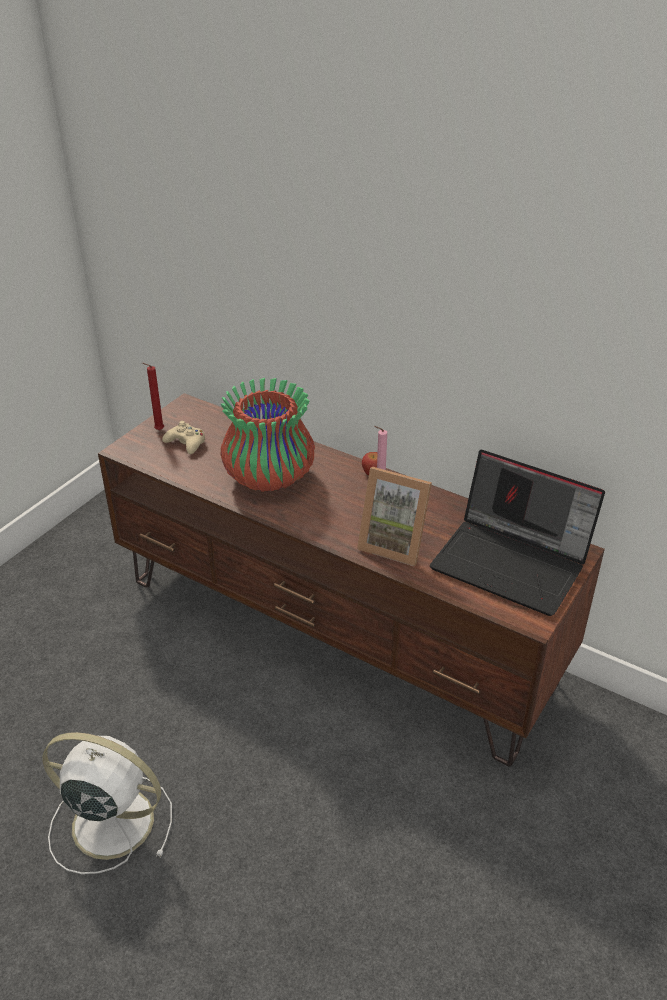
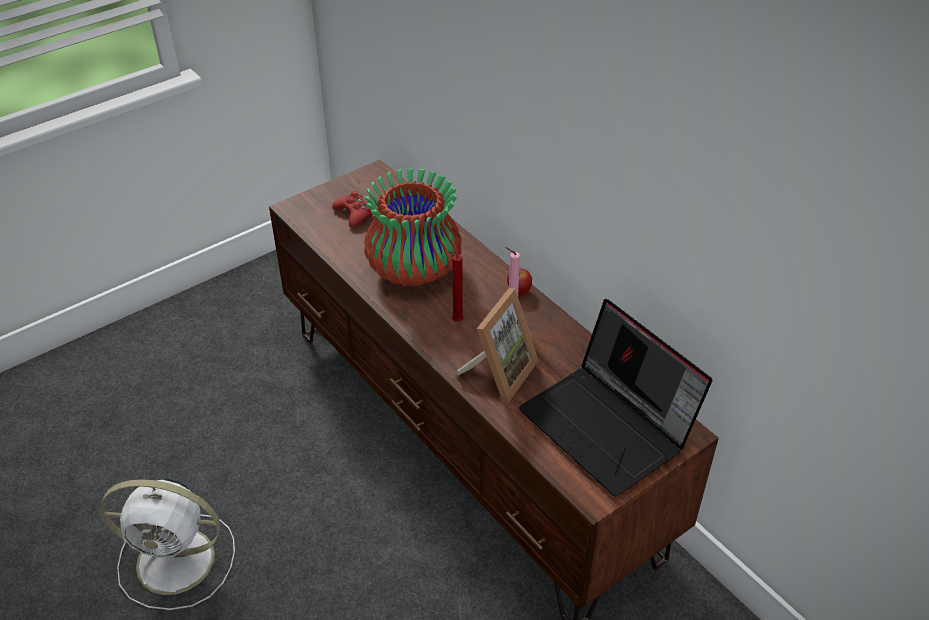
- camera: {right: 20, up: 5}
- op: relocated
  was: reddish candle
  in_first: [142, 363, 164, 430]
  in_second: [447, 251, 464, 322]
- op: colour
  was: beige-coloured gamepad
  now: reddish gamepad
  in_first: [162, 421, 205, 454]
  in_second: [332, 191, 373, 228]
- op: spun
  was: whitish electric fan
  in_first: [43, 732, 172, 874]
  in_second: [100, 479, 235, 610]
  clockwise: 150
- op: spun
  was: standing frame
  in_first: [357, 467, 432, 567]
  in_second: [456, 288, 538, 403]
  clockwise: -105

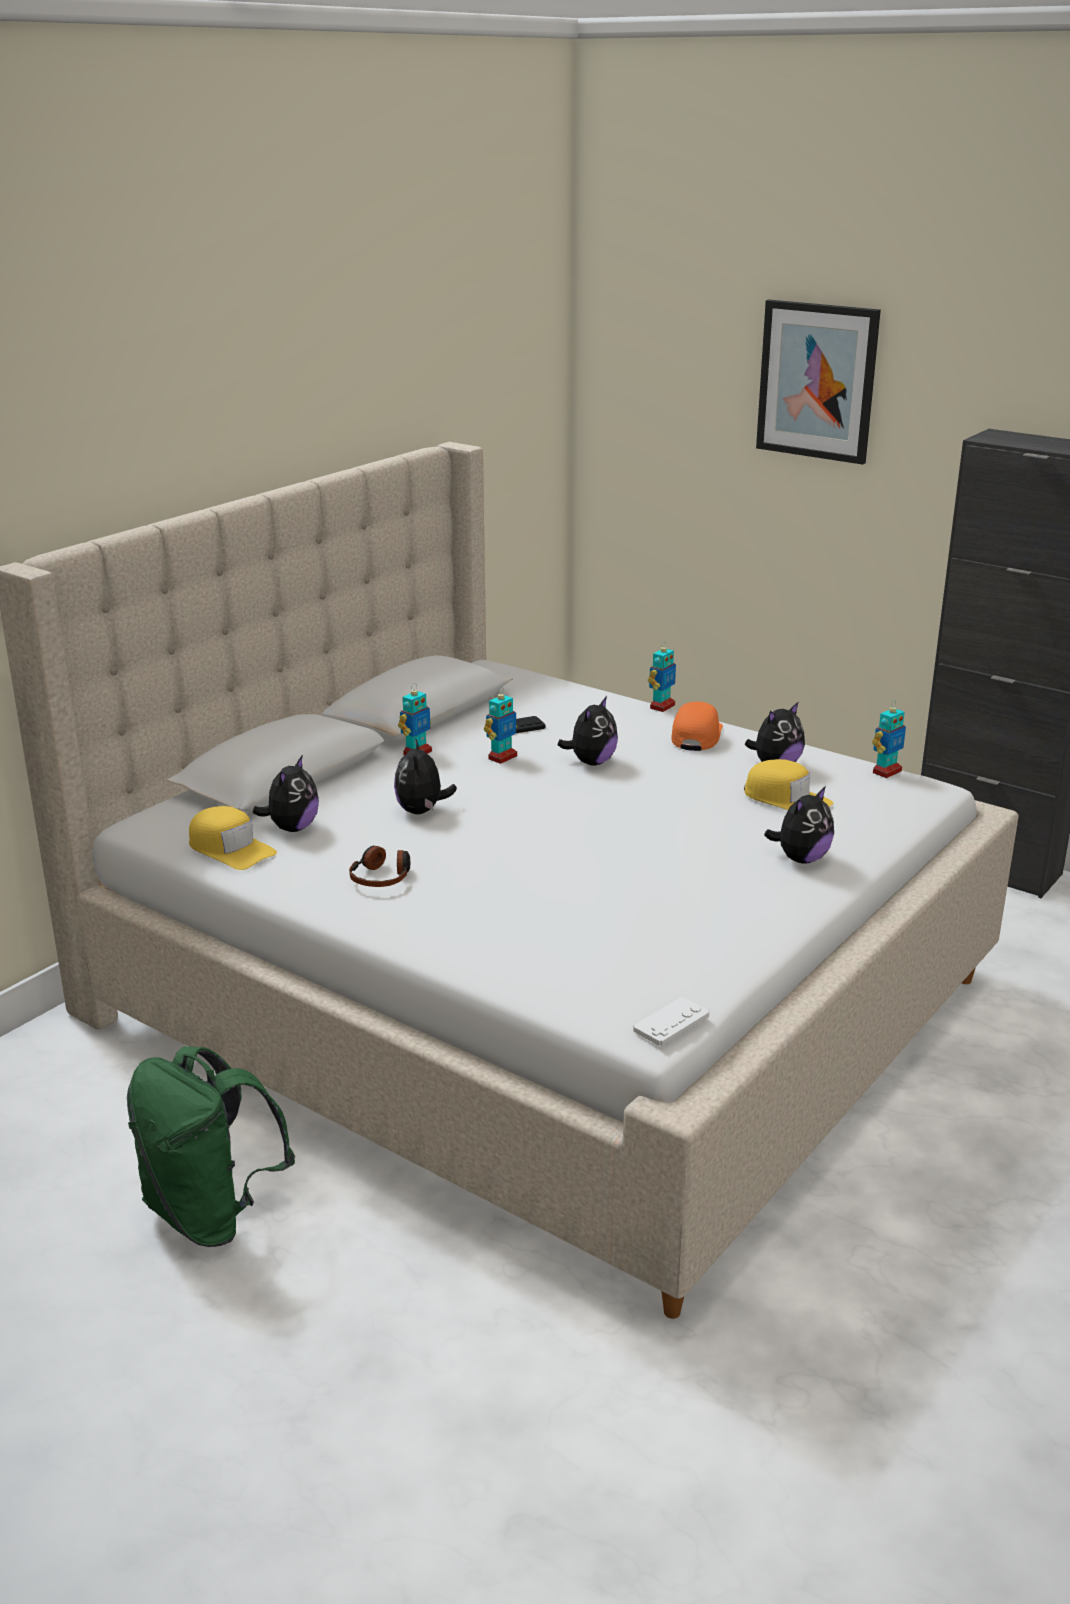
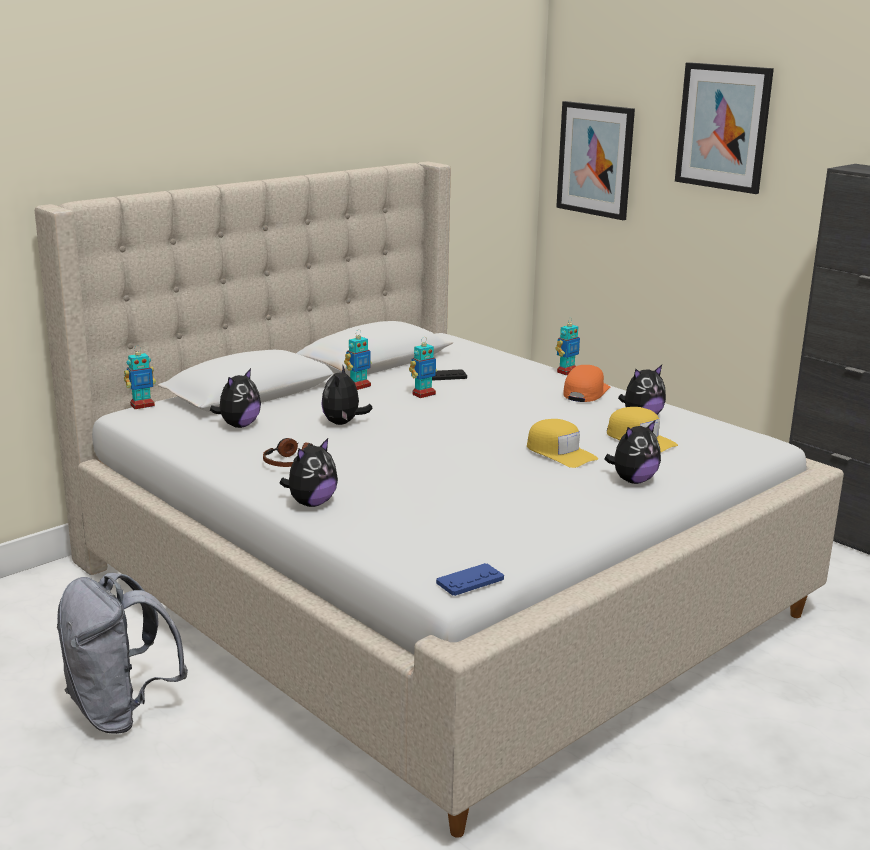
- camera: {right: 10, up: -5}
- op: appeared
  now: wall art
  in_second: [556, 101, 635, 220]
- op: relocated
  was: yellow-coloured baseball cap
  in_first: [189, 806, 277, 870]
  in_second: [527, 419, 598, 468]
- op: relocated
  was: soft toy
  in_first: [557, 696, 618, 766]
  in_second: [280, 438, 338, 507]
- op: relocated
  was: toy robot
  in_first: [872, 700, 906, 778]
  in_second: [124, 351, 156, 409]
- op: colour
  was: green backpack
  now: greyish backpack
  in_first: [127, 1046, 295, 1247]
  in_second: [57, 573, 188, 734]
- op: colour
  was: whitish gamepad
  now: blue gamepad
  in_first: [633, 997, 709, 1046]
  in_second: [436, 563, 504, 596]

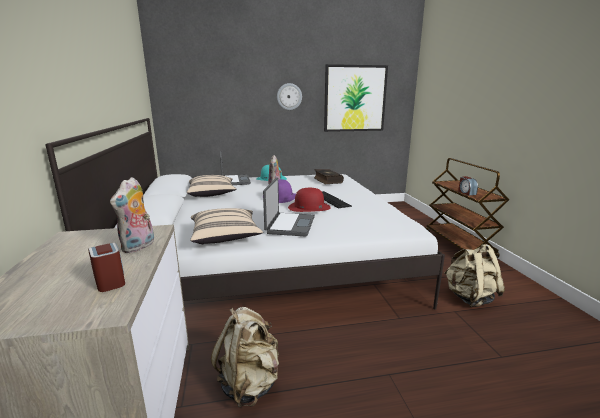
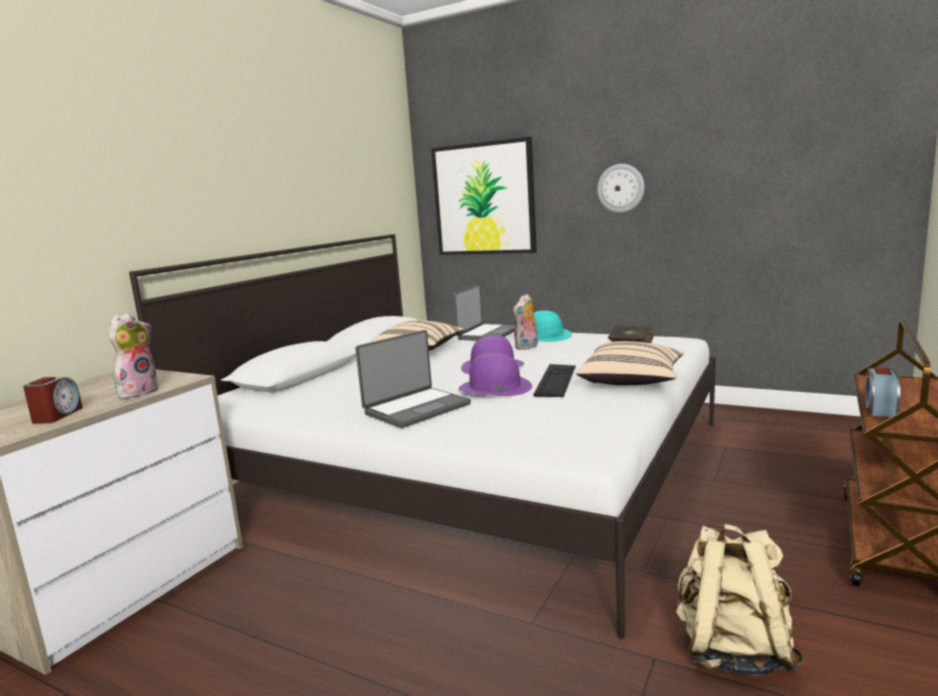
- camera: {right: 40, up: -5}
- op: missing
  was: beige-coloured backpack
  in_first: [211, 307, 279, 407]
- op: relocated
  was: beige-coloured throw pillow
  in_first: [190, 208, 263, 244]
  in_second: [576, 341, 684, 385]
- op: relocated
  was: wall art
  in_first: [324, 64, 388, 132]
  in_second: [431, 137, 537, 255]
- op: colour
  was: reddish wearable hat
  now: purplish wearable hat
  in_first: [288, 188, 331, 212]
  in_second: [459, 353, 532, 396]
- op: spun
  was: soft toy
  in_first: [110, 177, 154, 253]
  in_second: [109, 313, 159, 399]
  clockwise: 150

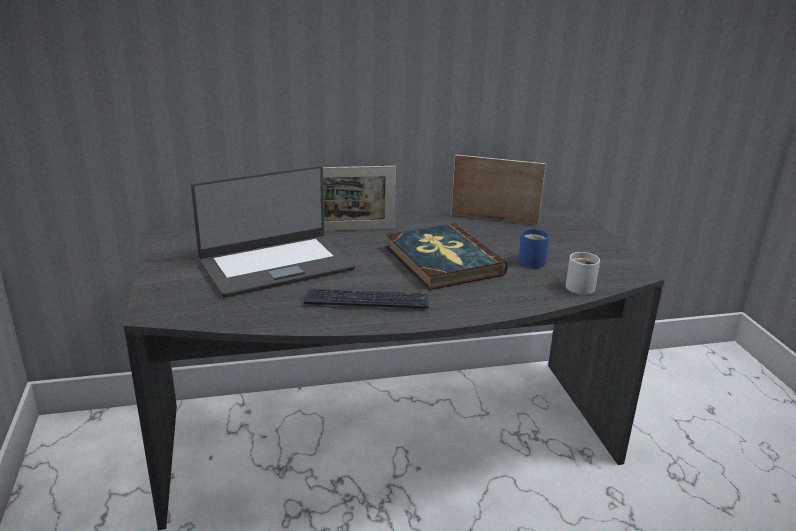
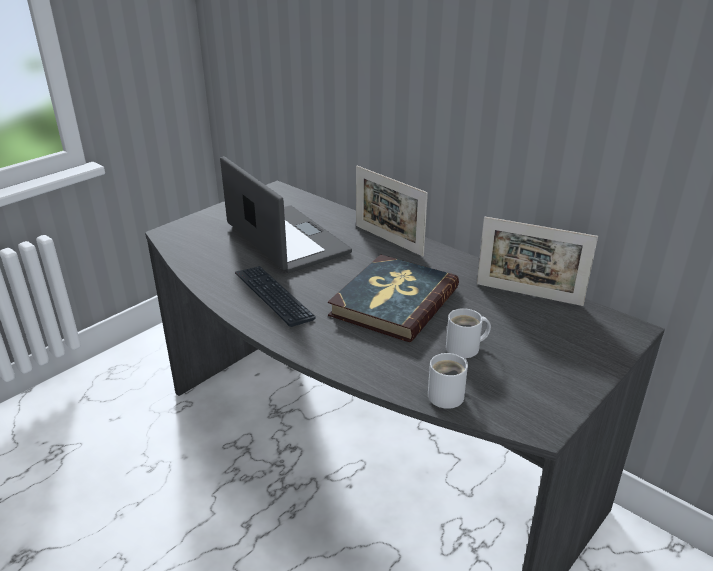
- camera: {right: 55, up: 5}
- op: colour
  was: blue coffee mug
  now: whitish coffee mug
  in_first: [518, 229, 549, 268]
  in_second: [446, 308, 491, 358]
- op: spun
  was: portable computer
  in_first: [191, 165, 355, 298]
  in_second: [220, 156, 352, 273]
  clockwise: -150
- op: spun
  was: standing frame
  in_first: [451, 154, 546, 225]
  in_second: [477, 217, 598, 306]
  clockwise: 135

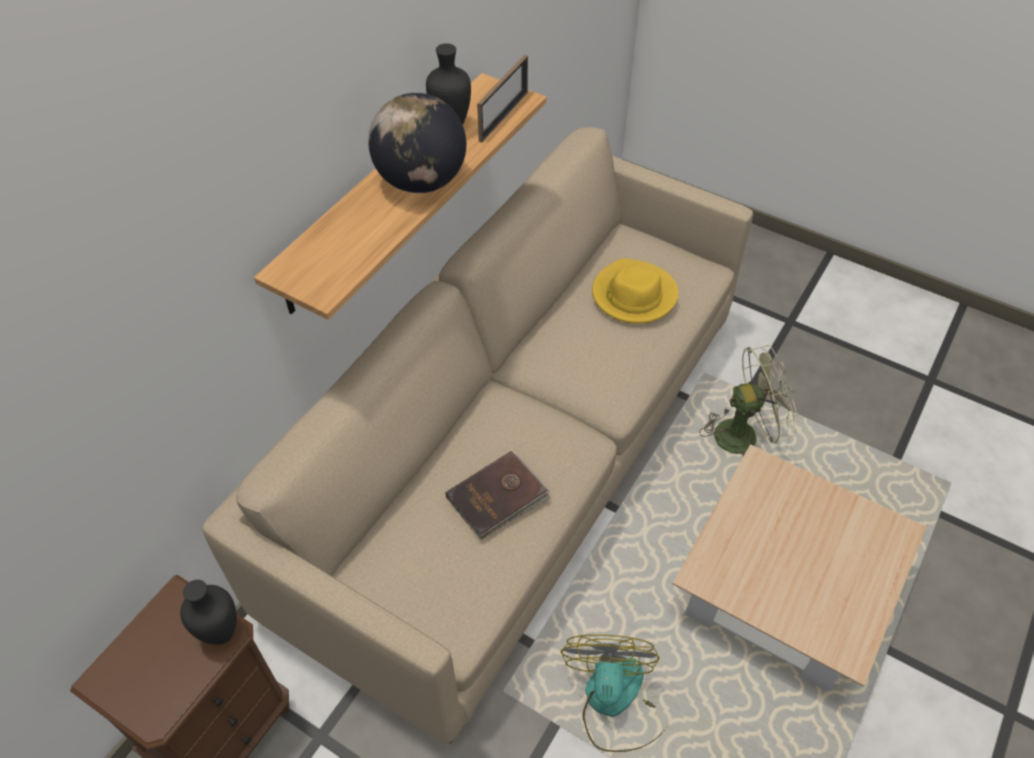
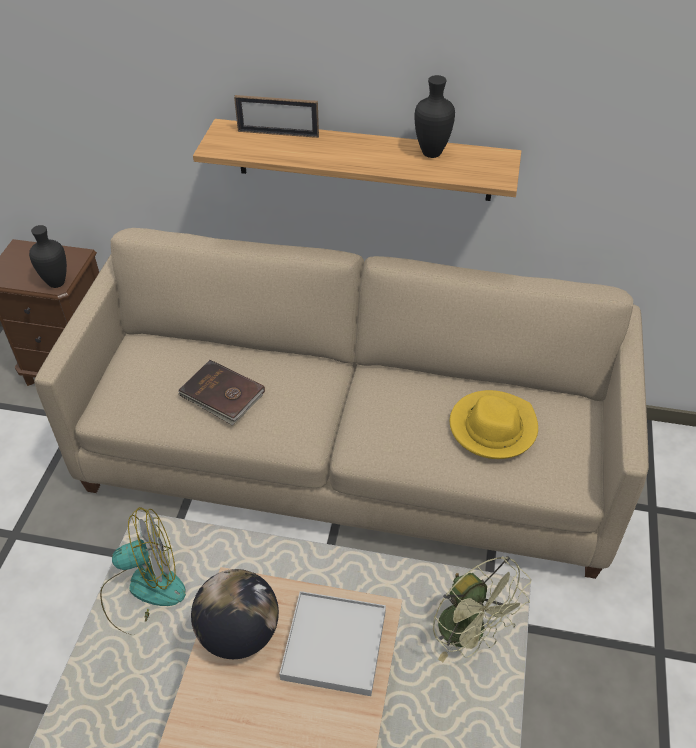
- camera: {right: 70, up: -5}
- op: appeared
  now: whitish carrying tray
  in_second: [279, 591, 386, 696]
- op: relocated
  was: desk globe
  in_first: [368, 93, 466, 193]
  in_second: [191, 569, 279, 659]
- op: relocated
  was: standing frame
  in_first: [477, 54, 528, 143]
  in_second: [234, 95, 319, 138]

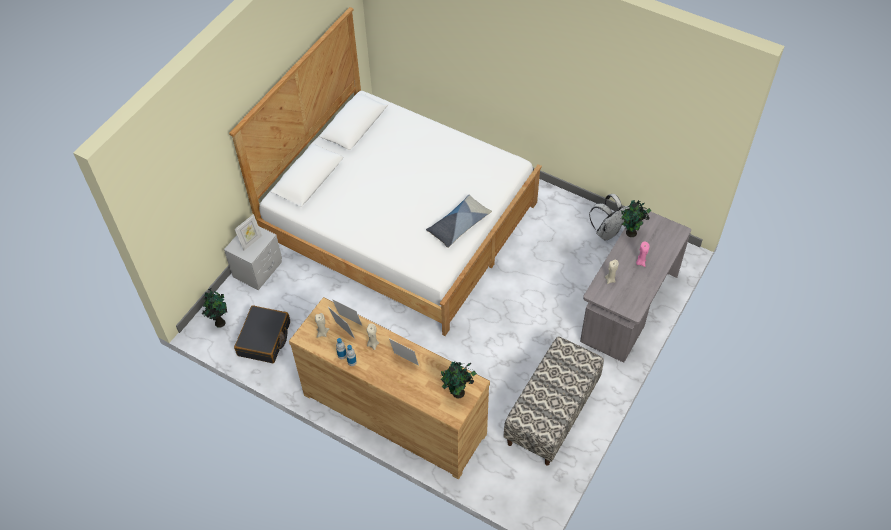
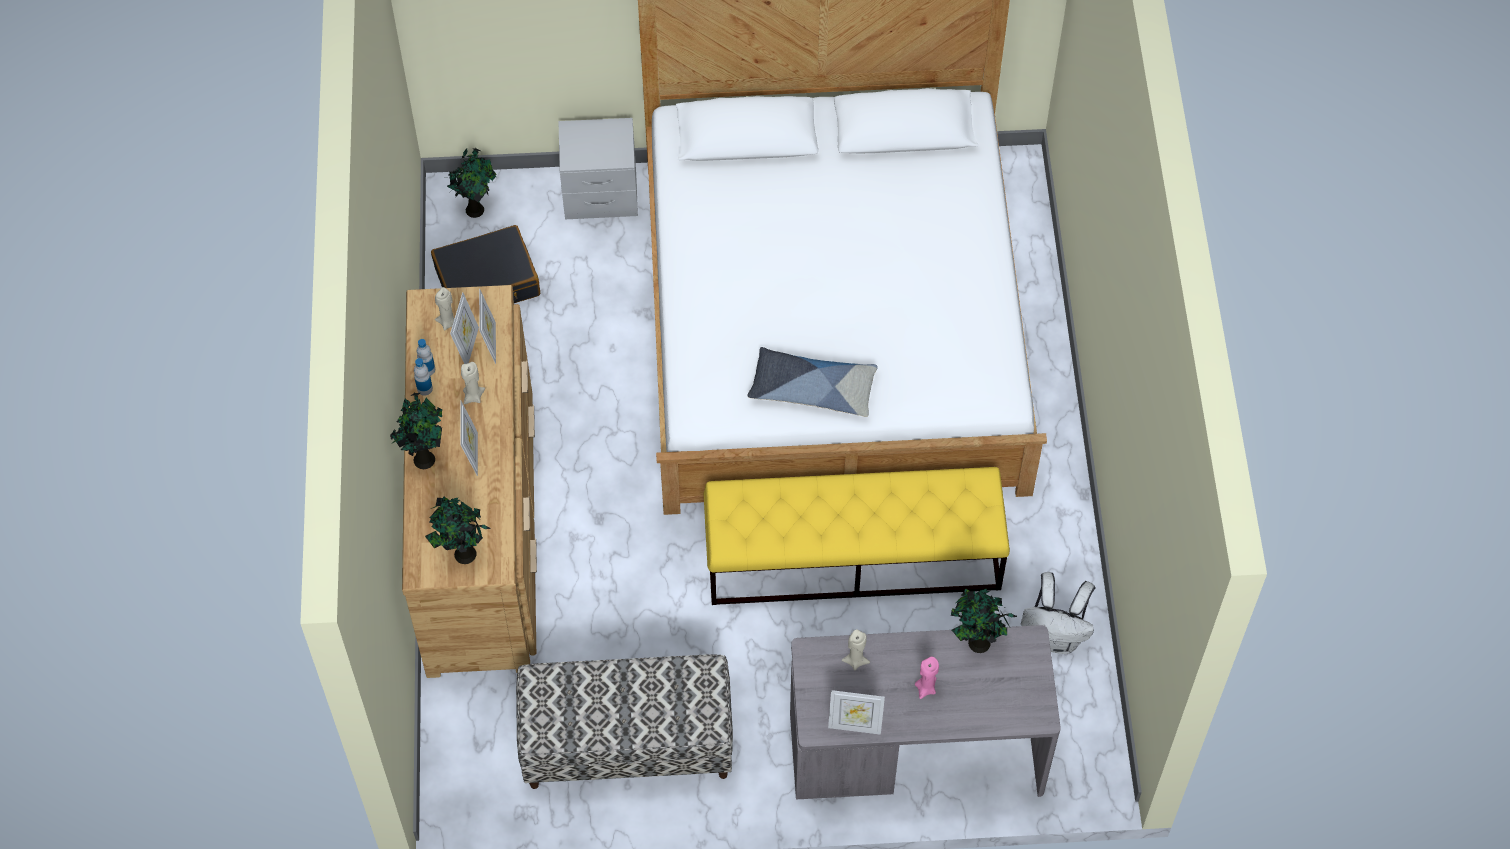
- camera: {right: 55, up: 5}
- op: appeared
  now: potted plant
  in_second: [390, 393, 442, 469]
- op: appeared
  now: yellow-coloured bench
  in_second: [704, 467, 1010, 605]
- op: relocated
  was: standing frame
  in_first: [235, 214, 262, 251]
  in_second: [828, 690, 885, 735]

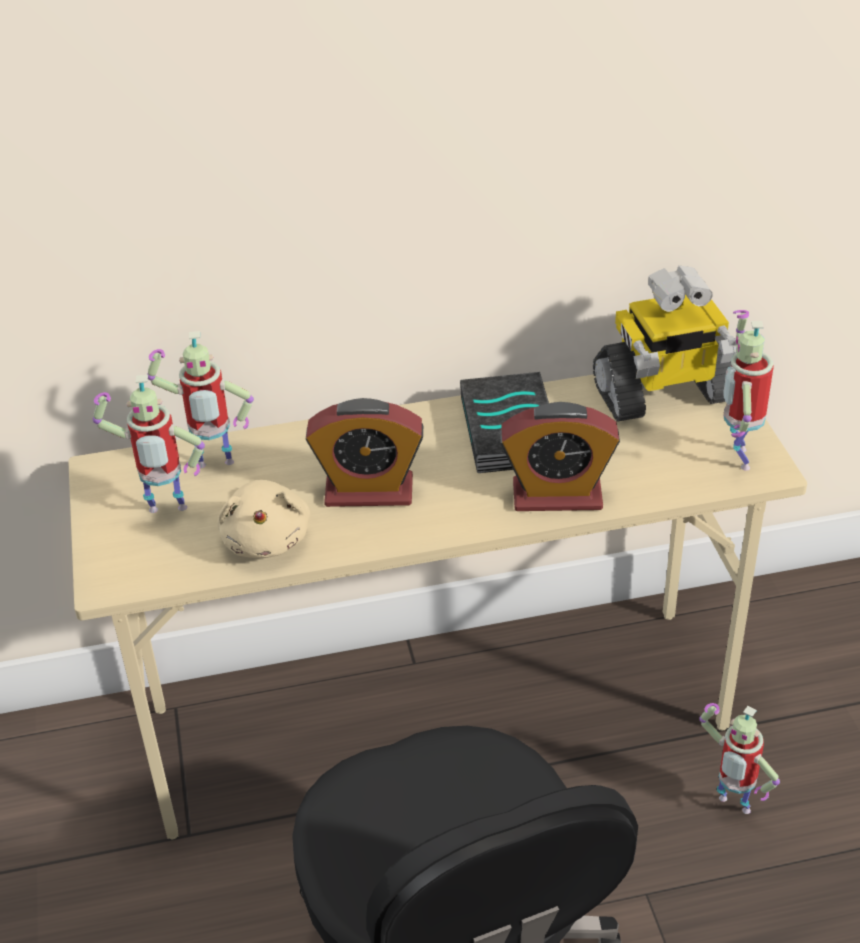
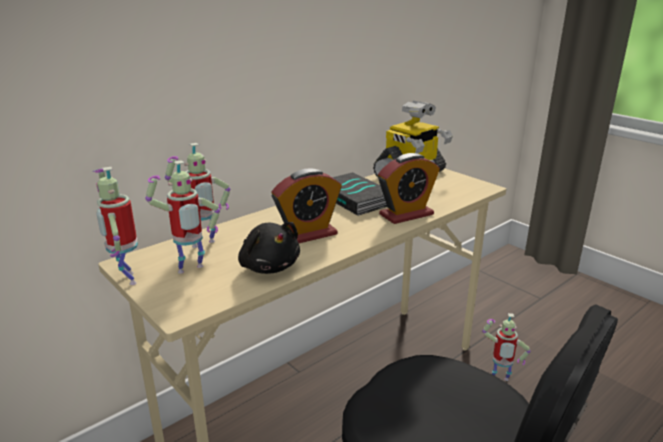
- camera: {right: -30, up: -15}
- op: relocated
  was: toy robot
  in_first: [723, 310, 774, 471]
  in_second: [93, 167, 138, 285]
- op: colour
  was: beige-coloured soft toy
  now: black-coloured soft toy
  in_first: [217, 480, 310, 558]
  in_second: [238, 222, 300, 274]

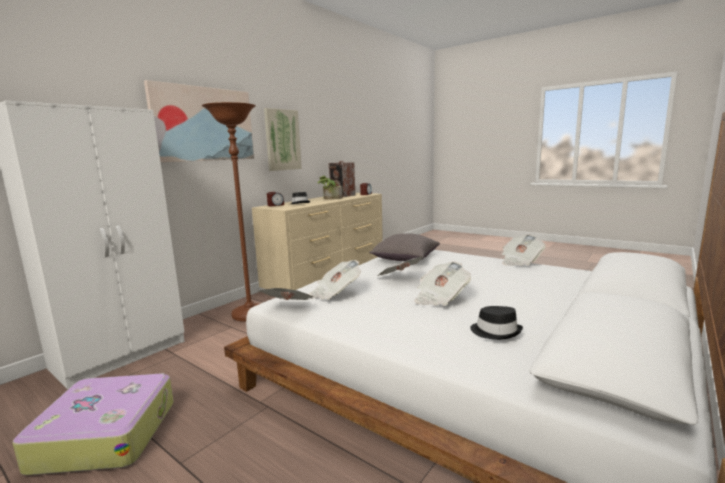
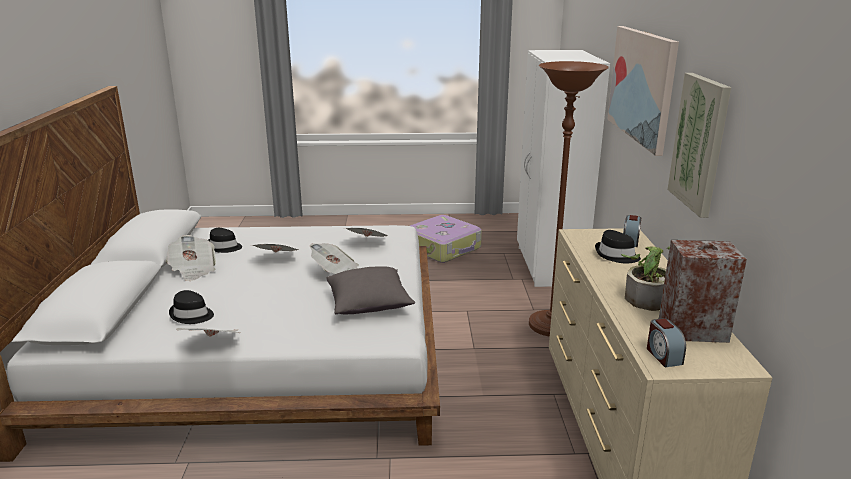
- camera: {right: 140, up: 10}
- op: appeared
  now: black-coloured wearable hat
  in_second: [169, 290, 214, 324]
- op: relocated
  was: printed paper
  in_first: [259, 288, 313, 300]
  in_second: [166, 235, 216, 281]

